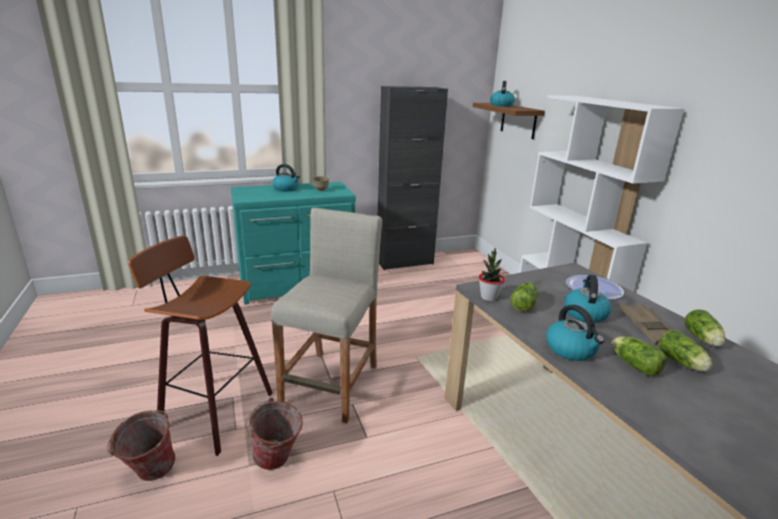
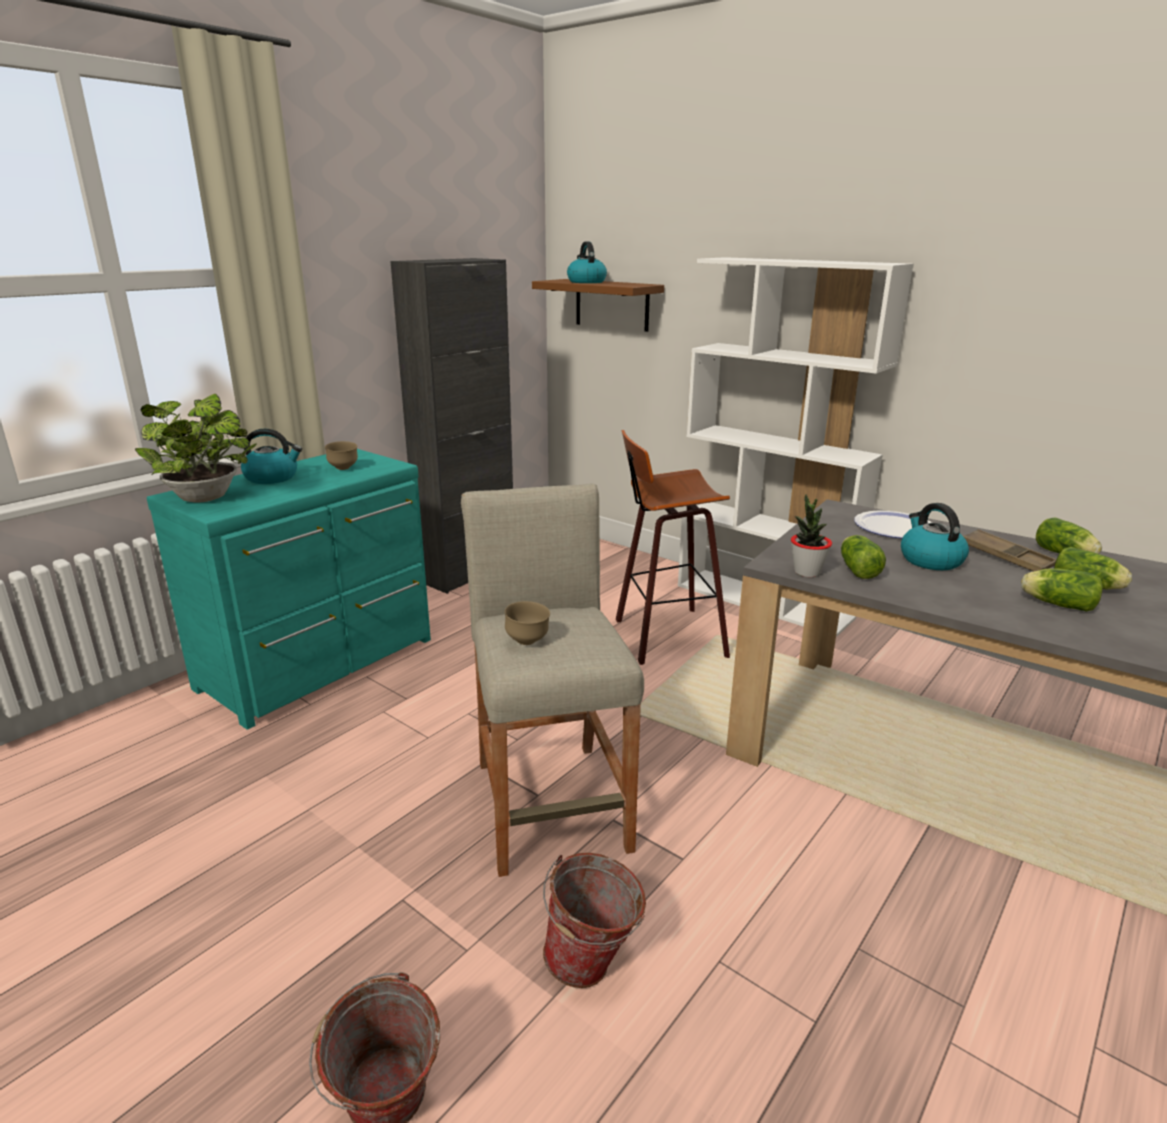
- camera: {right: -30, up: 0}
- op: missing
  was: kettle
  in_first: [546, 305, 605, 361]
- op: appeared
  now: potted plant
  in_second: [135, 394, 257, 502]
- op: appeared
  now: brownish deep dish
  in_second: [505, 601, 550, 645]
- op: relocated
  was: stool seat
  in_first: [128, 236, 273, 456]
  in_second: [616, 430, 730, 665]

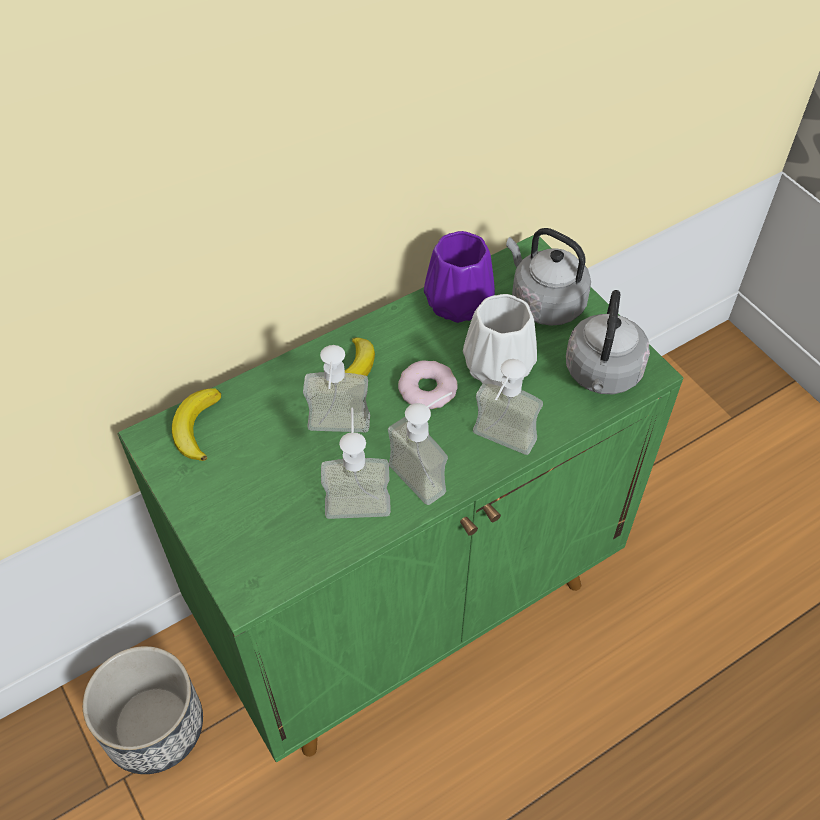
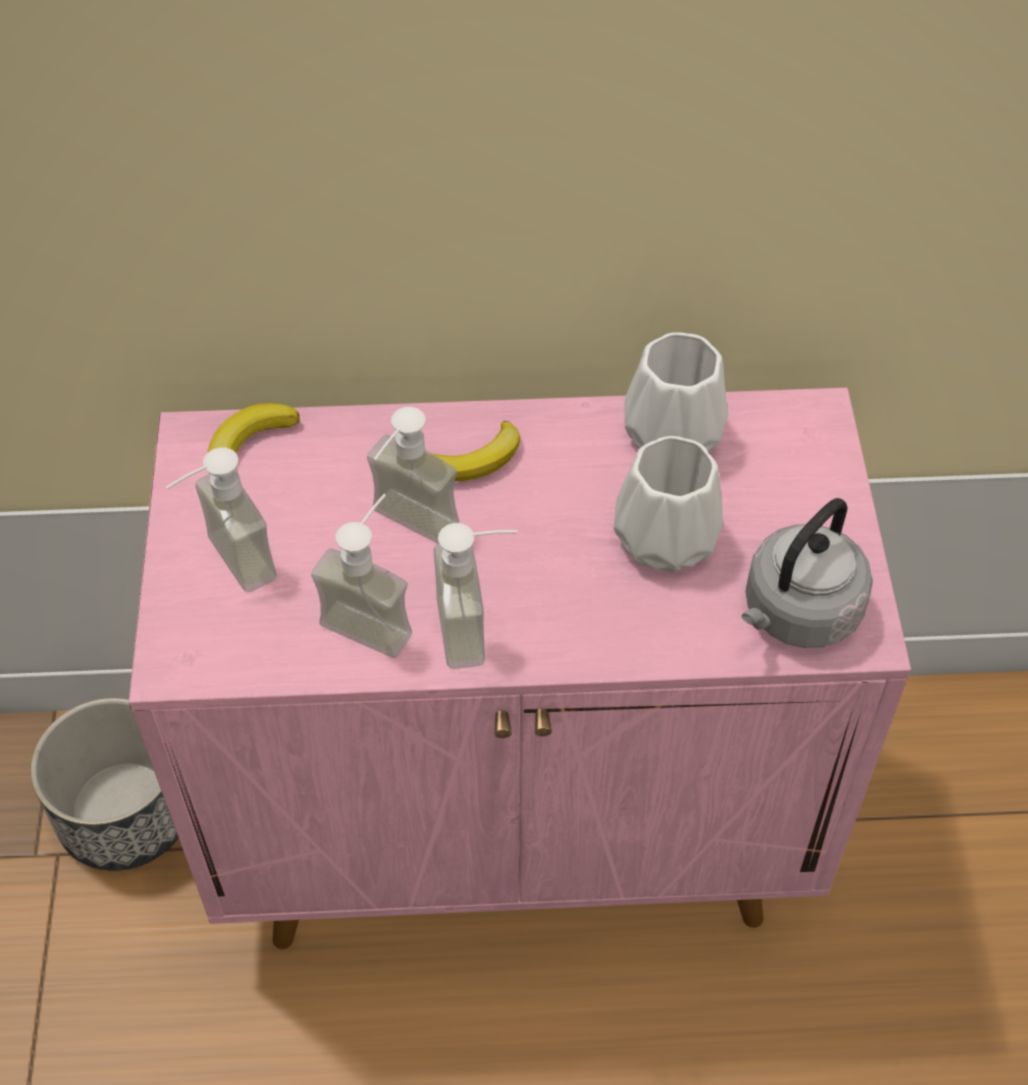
- camera: {right: 30, up: 0}
- op: missing
  was: doughnut
  in_first: [398, 361, 458, 409]
- op: missing
  was: greyish kettle
  in_first: [506, 228, 591, 326]
- op: relocated
  was: liquid soap bottle
  in_first: [473, 359, 543, 455]
  in_second: [166, 447, 276, 592]
- op: colour
  was: green storage cabinet
  now: pinkish storage cabinet
  in_first: [117, 235, 683, 762]
  in_second: [129, 388, 911, 949]
- op: colour
  was: purplish decorative vase
  now: whitish decorative vase
  in_first: [424, 231, 495, 323]
  in_second: [625, 332, 728, 452]

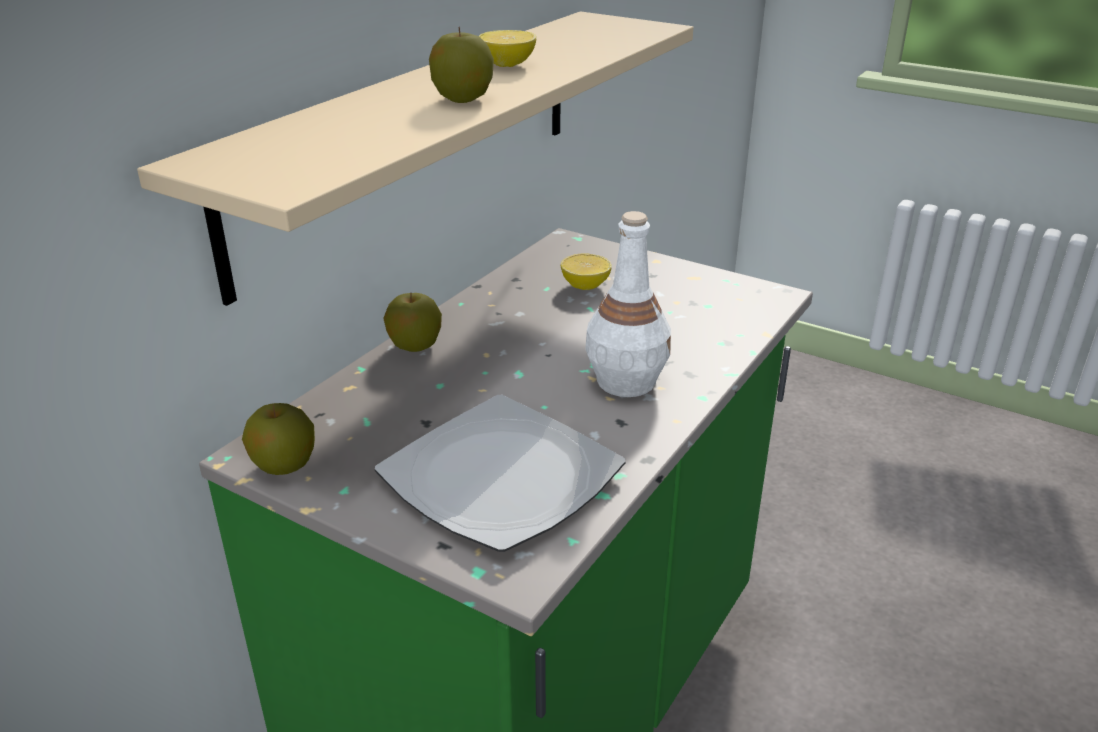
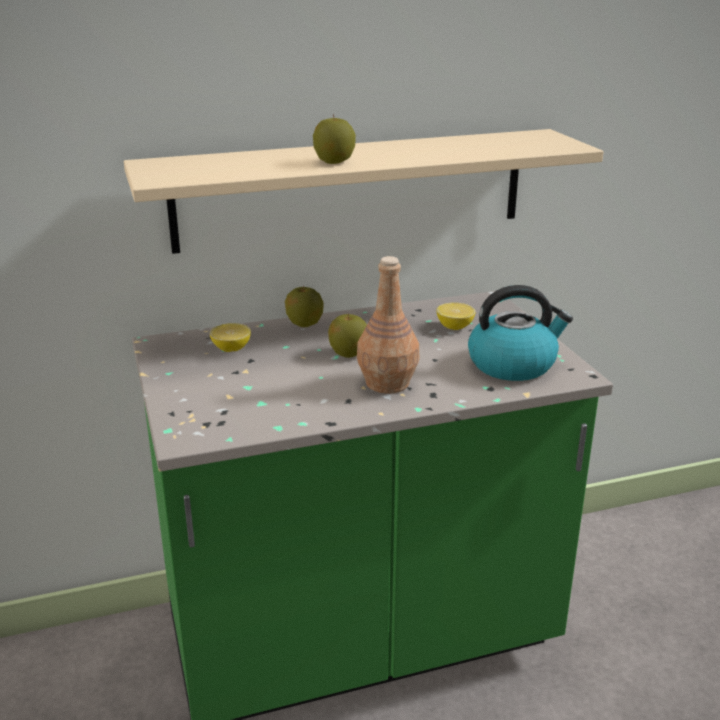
- camera: {right: 40, up: -5}
- op: missing
  was: dinner plate
  in_first: [375, 395, 625, 552]
- op: appeared
  now: kettle
  in_second: [468, 285, 573, 381]
- op: relocated
  was: apple
  in_first: [242, 403, 315, 475]
  in_second: [328, 313, 367, 358]
- op: relocated
  was: whole lemon
  in_first: [479, 30, 536, 67]
  in_second: [210, 323, 251, 352]
- op: colour
  was: whitish bottle
  now: brownish bottle
  in_first: [585, 211, 671, 397]
  in_second: [357, 256, 419, 394]

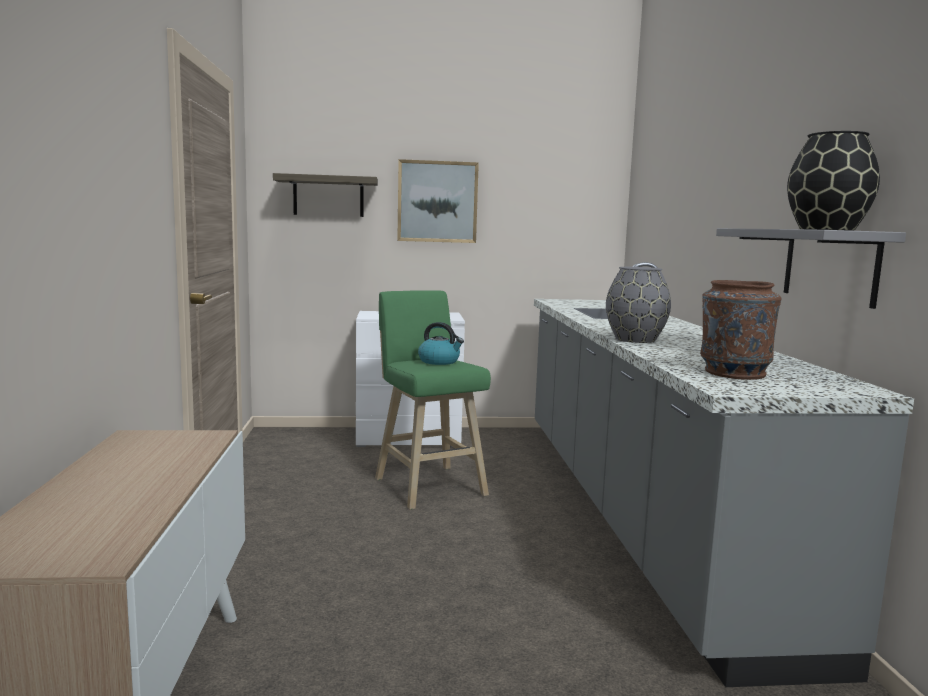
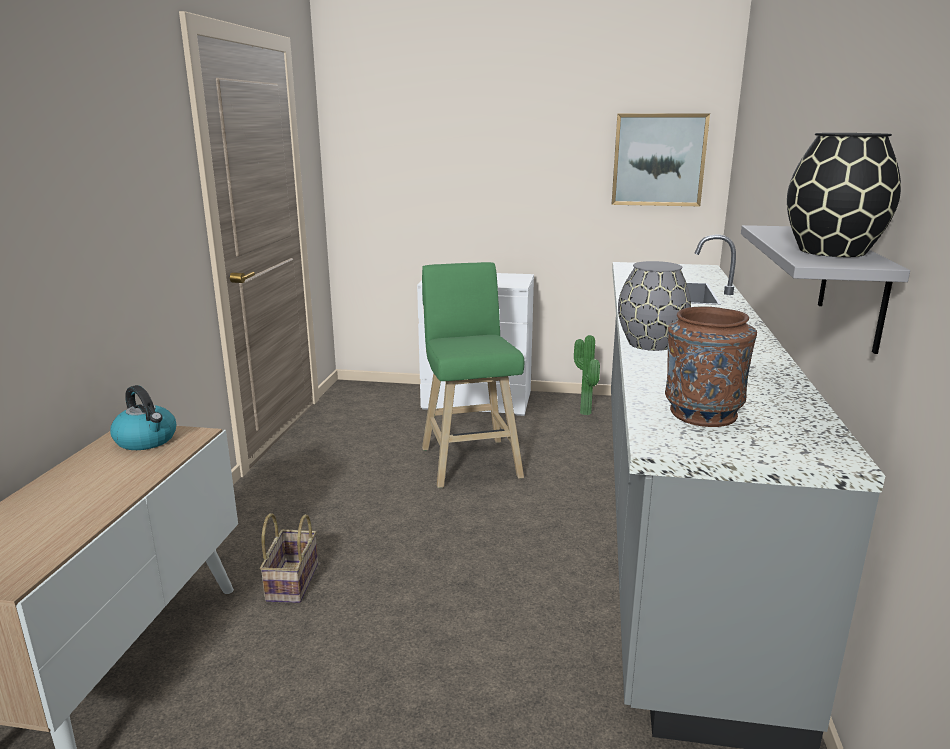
- camera: {right: 15, up: 10}
- op: missing
  was: bracket shelf
  in_first: [273, 173, 378, 217]
- op: appeared
  now: household basket
  in_second: [260, 513, 318, 603]
- op: appeared
  now: potted plant
  in_second: [574, 335, 600, 415]
- op: relocated
  was: wall art
  in_first: [397, 159, 479, 243]
  in_second: [612, 114, 710, 206]
- op: relocated
  was: kettle
  in_first: [418, 322, 464, 365]
  in_second: [110, 385, 176, 450]

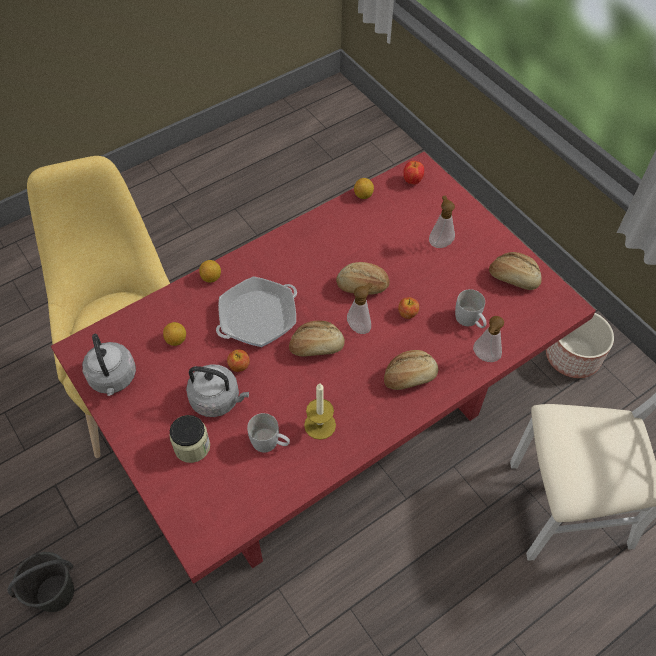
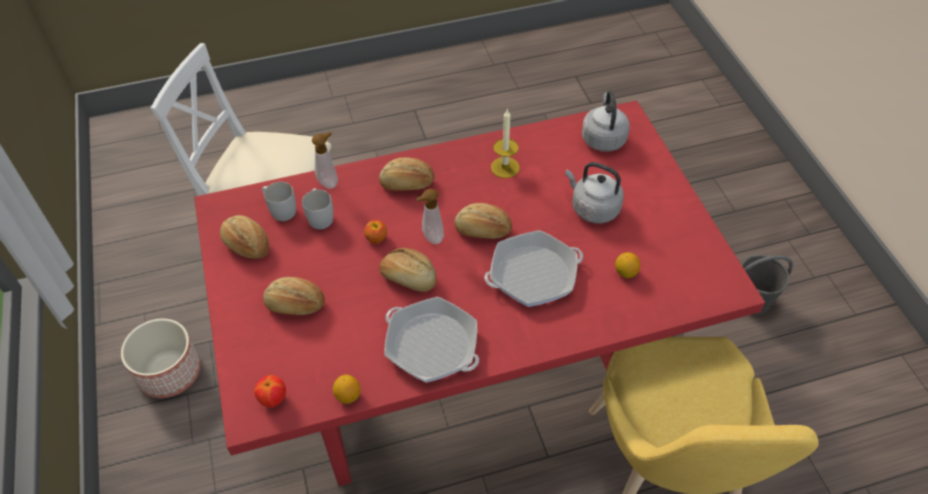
- camera: {right: -160, up: -5}
- op: missing
  was: preserve jar
  in_first: [169, 415, 210, 463]
- op: missing
  was: whole lemon
  in_first: [199, 260, 221, 283]
- op: missing
  was: apple
  in_first: [227, 349, 250, 372]
- op: appeared
  now: pan
  in_second: [384, 297, 479, 383]
- op: relocated
  was: greyish kettle
  in_first: [82, 334, 136, 396]
  in_second: [582, 90, 630, 152]
- op: relocated
  was: whitish coffee mug
  in_first: [247, 413, 290, 453]
  in_second: [262, 182, 296, 221]
- op: exchanged
  was: liquid soap bottle
  now: bread
  in_first: [429, 196, 455, 248]
  in_second: [263, 277, 325, 315]

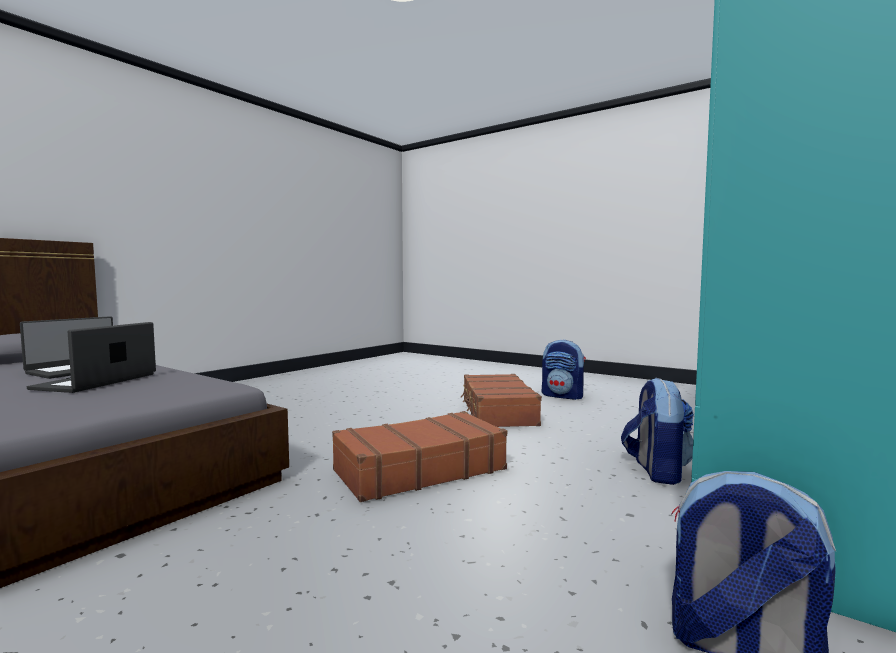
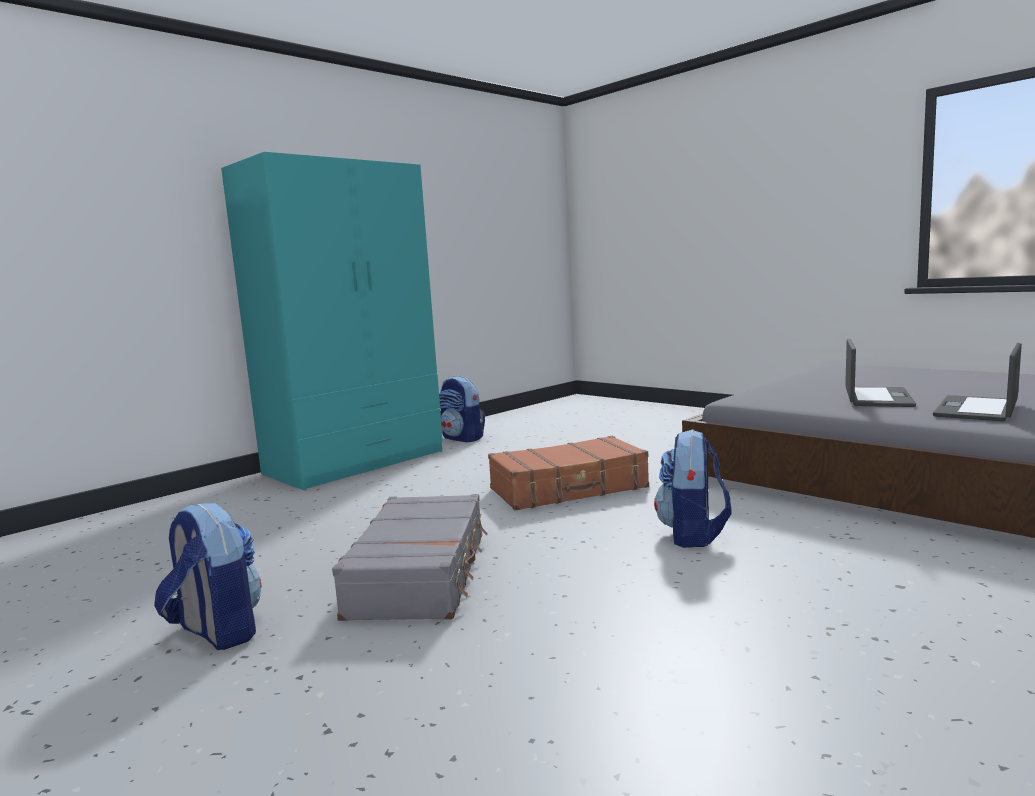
- camera: {right: -170, up: 5}
- op: relocated
  was: backpack
  in_first: [621, 378, 694, 485]
  in_second: [654, 429, 732, 548]
- op: colour
  was: brownish suitcase
  now: greyish suitcase
  in_first: [461, 374, 542, 427]
  in_second: [332, 494, 488, 621]

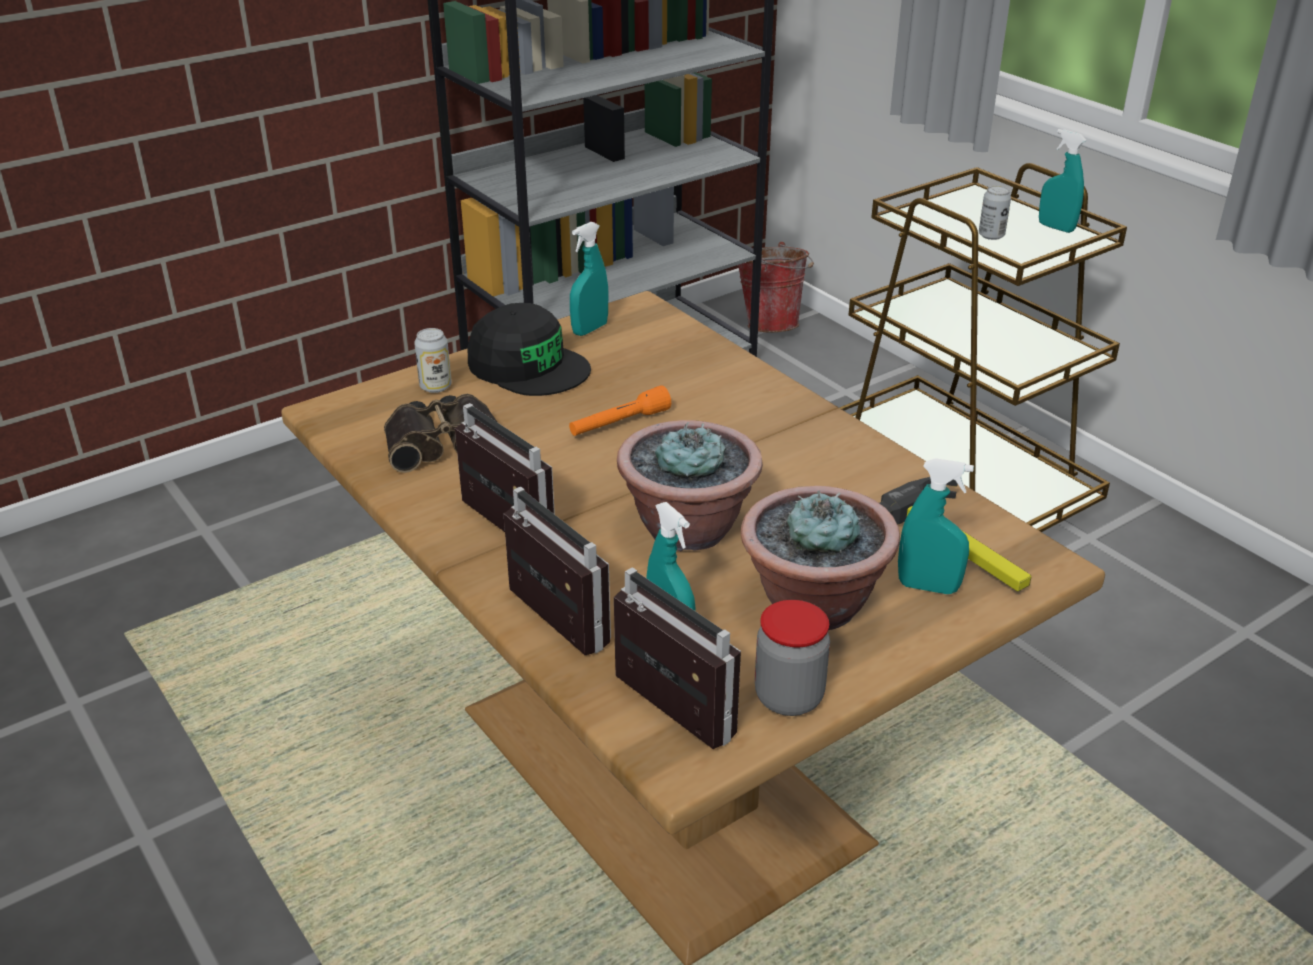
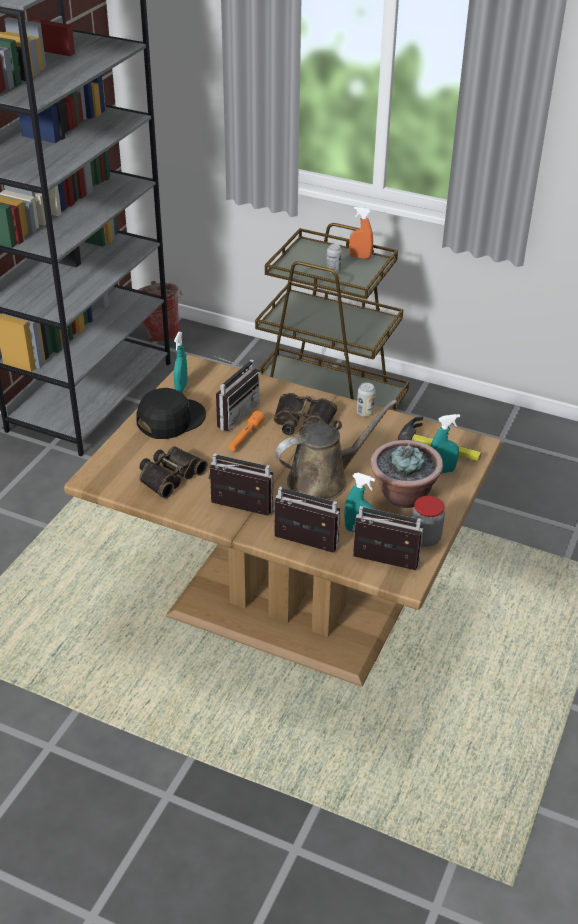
- camera: {right: -30, up: 5}
- op: appeared
  now: radio set
  in_second: [215, 356, 259, 431]
- op: appeared
  now: pair of binoculars
  in_second: [274, 393, 337, 435]
- op: relocated
  was: can
  in_first: [414, 328, 452, 393]
  in_second: [357, 383, 375, 417]
- op: exchanged
  was: potted plant
  now: brownish sprinkling can
  in_first: [617, 420, 763, 551]
  in_second: [275, 399, 397, 500]
- op: colour
  was: blue-green hand sprayer
  now: orange hand sprayer
  in_first: [1039, 129, 1086, 233]
  in_second: [349, 207, 373, 259]
- op: spun
  was: black-coloured baseball cap
  in_first: [467, 303, 591, 396]
  in_second: [136, 388, 206, 439]
  clockwise: -45

